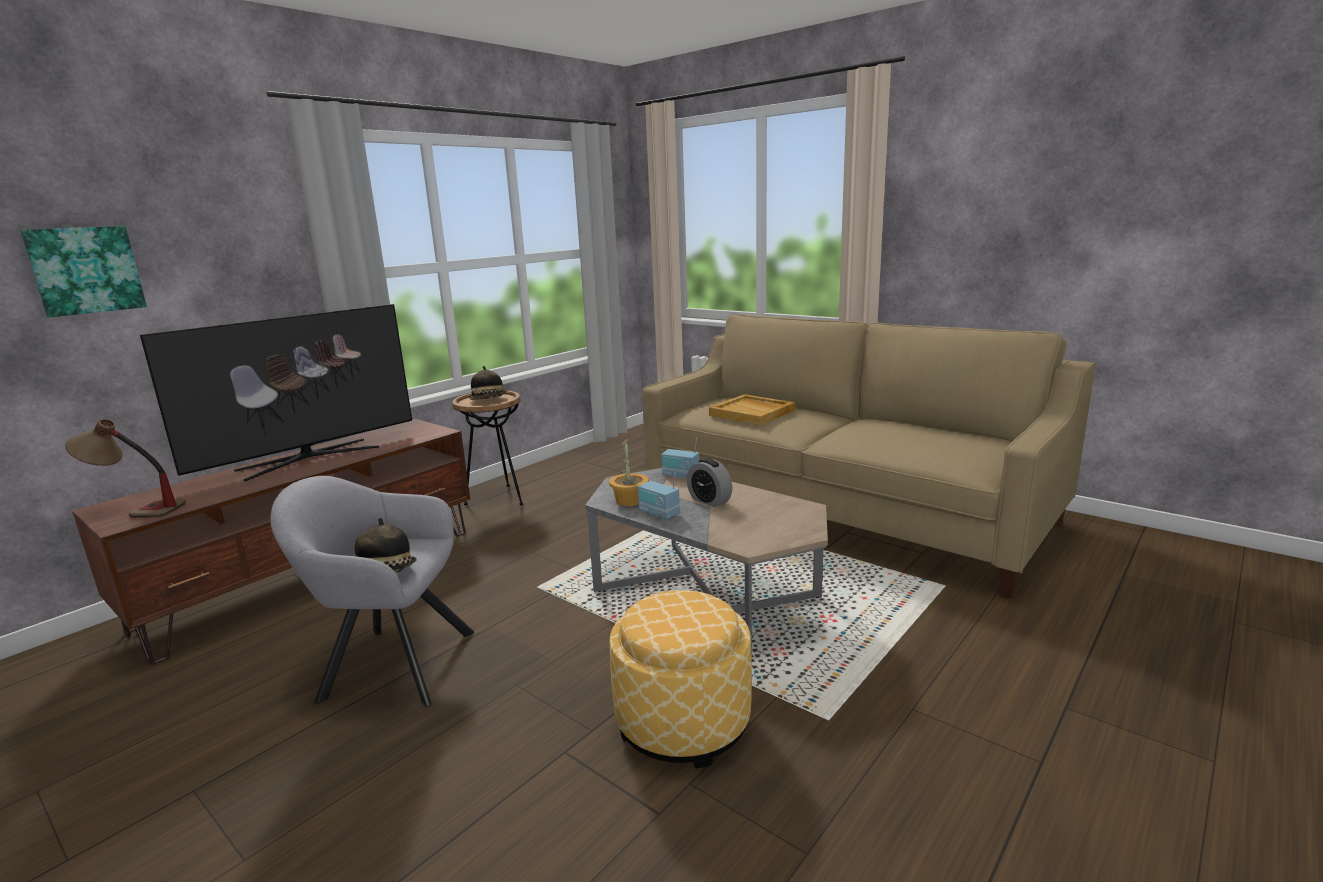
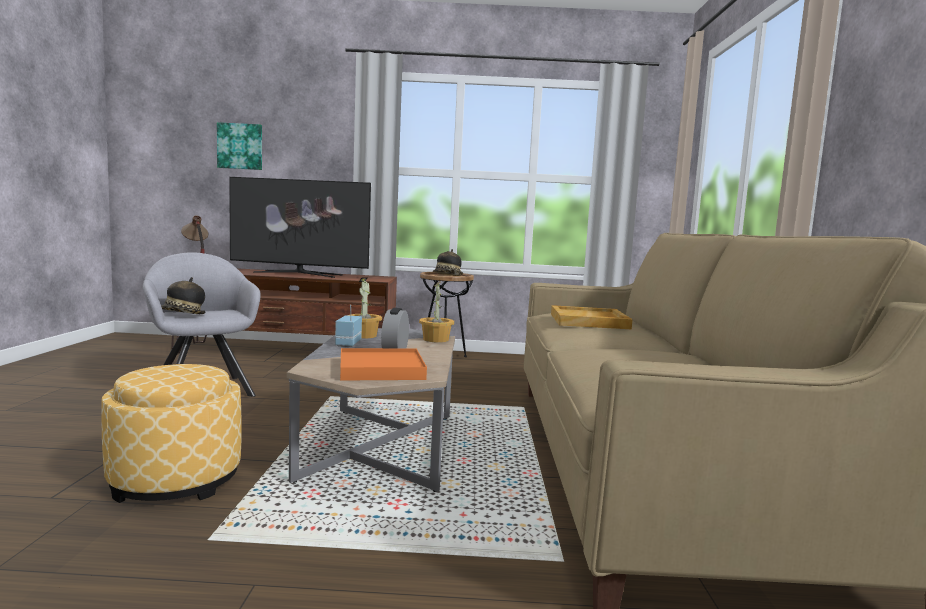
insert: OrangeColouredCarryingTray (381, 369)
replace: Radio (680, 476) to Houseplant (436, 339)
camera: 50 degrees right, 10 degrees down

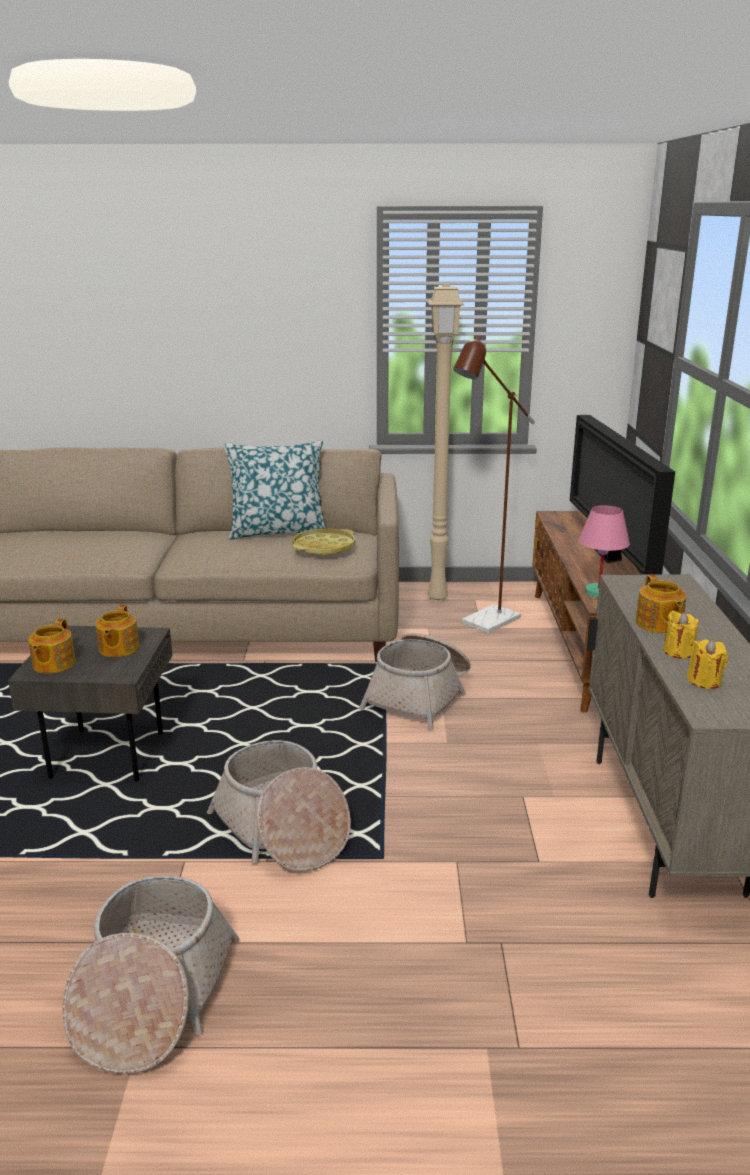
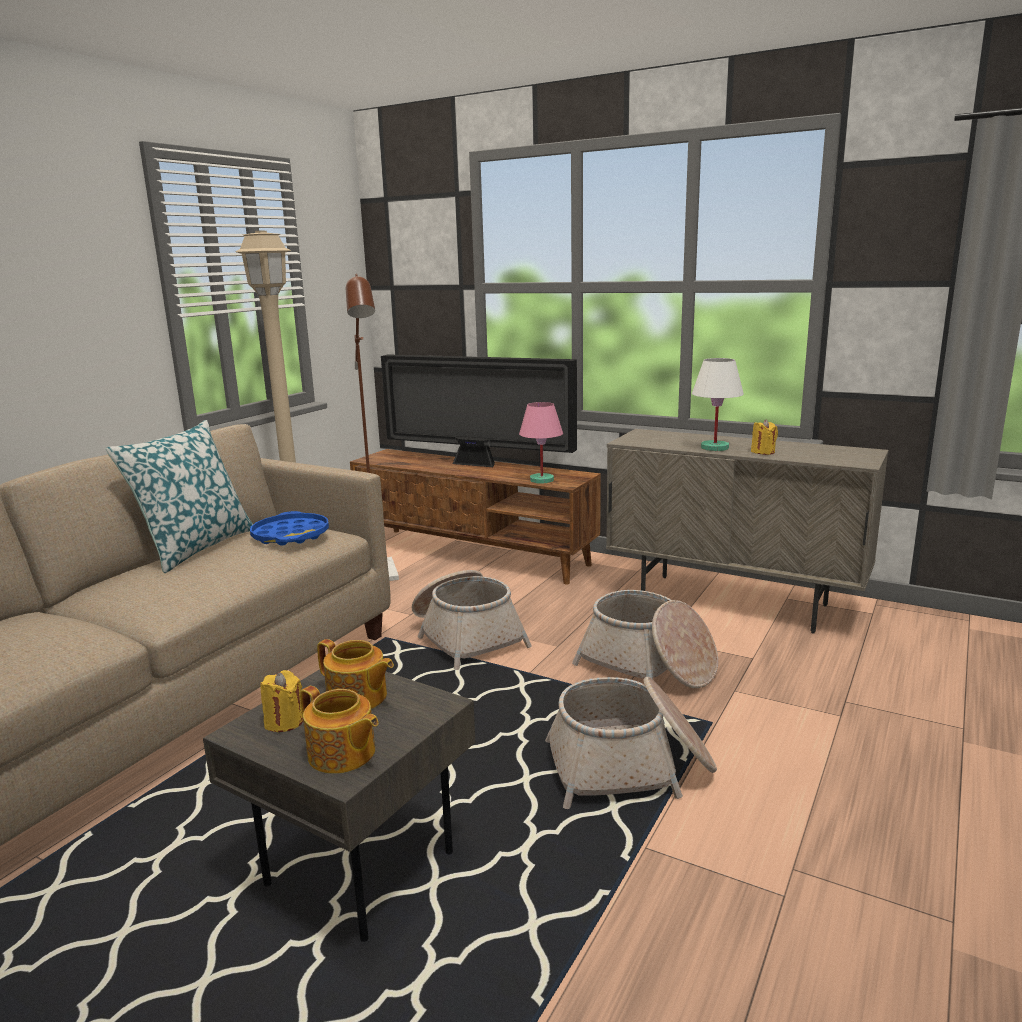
move: Basket (152, 996) to (648, 665); YellowColouredWaxLight (704, 681) to (284, 722)
replace: PotForTea (658, 624) to WhiteLampForATable (714, 448)
recolor: YellowColouredCarryingTray (324, 547) to BlueColouredCarryingTray (291, 535)
camera: 60 degrees left, 5 degrees down

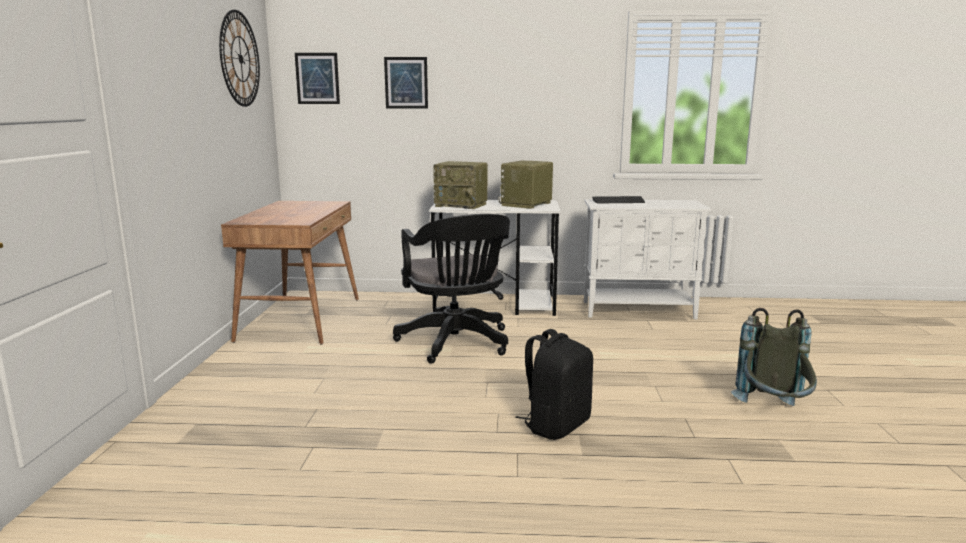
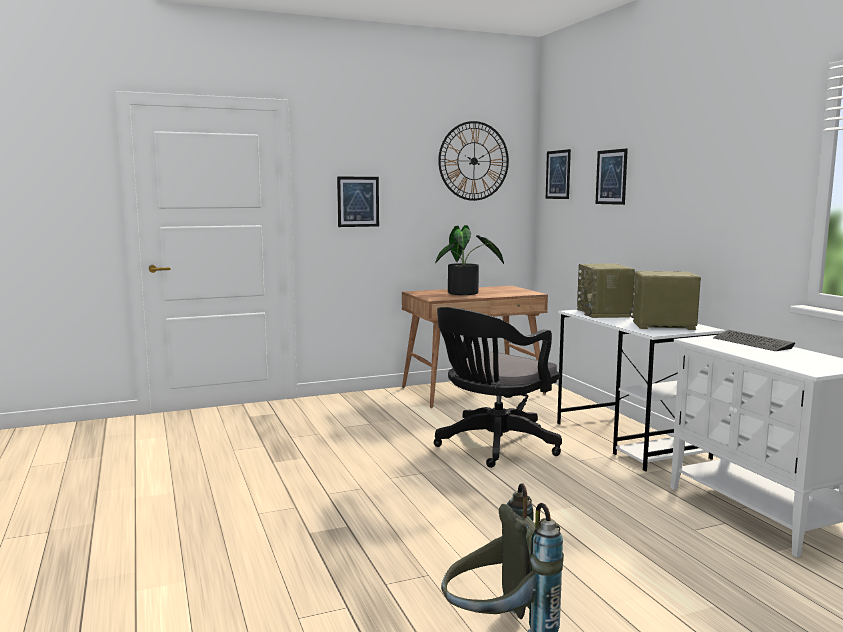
delete: BlackBackpack (556, 425)
insert: WallPicture (358, 201); Houseplant (466, 293)
camera: 65 degrees right, 5 degrees down

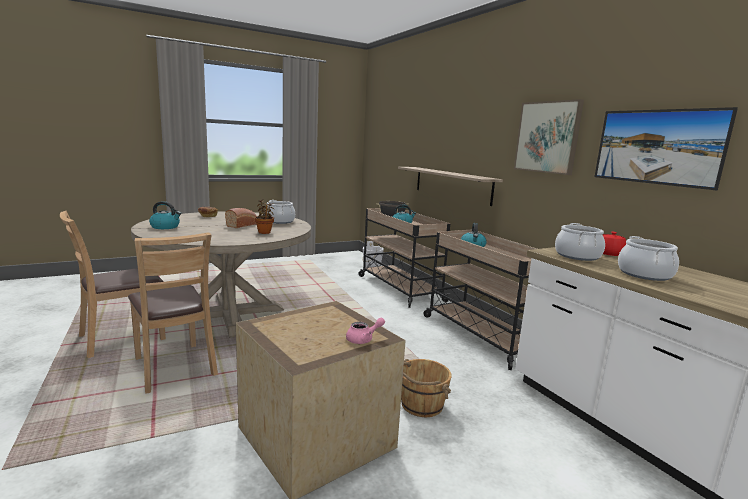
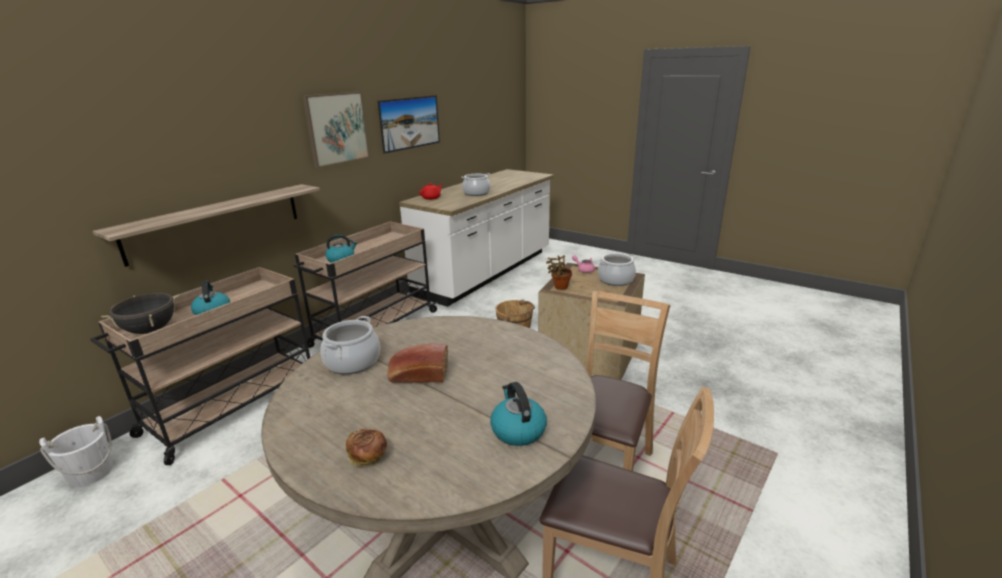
move: Houseplant (264, 232) to (559, 287); Saucepot (577, 256) to (615, 280)
camera: 115 degrees left, 10 degrees up

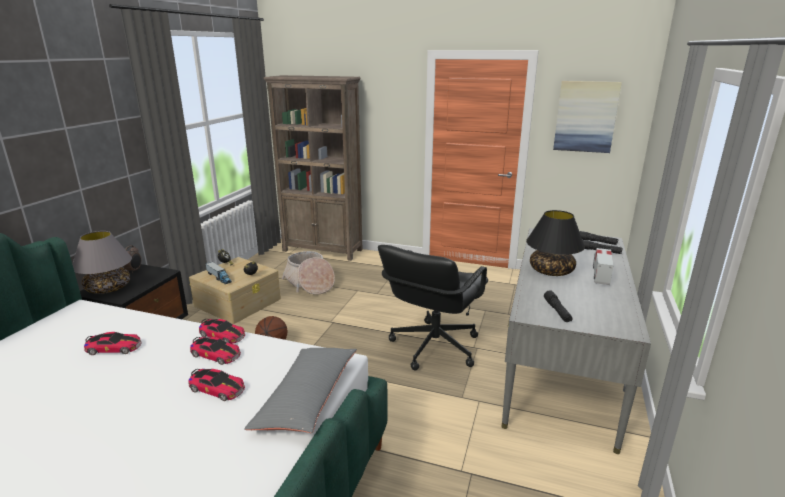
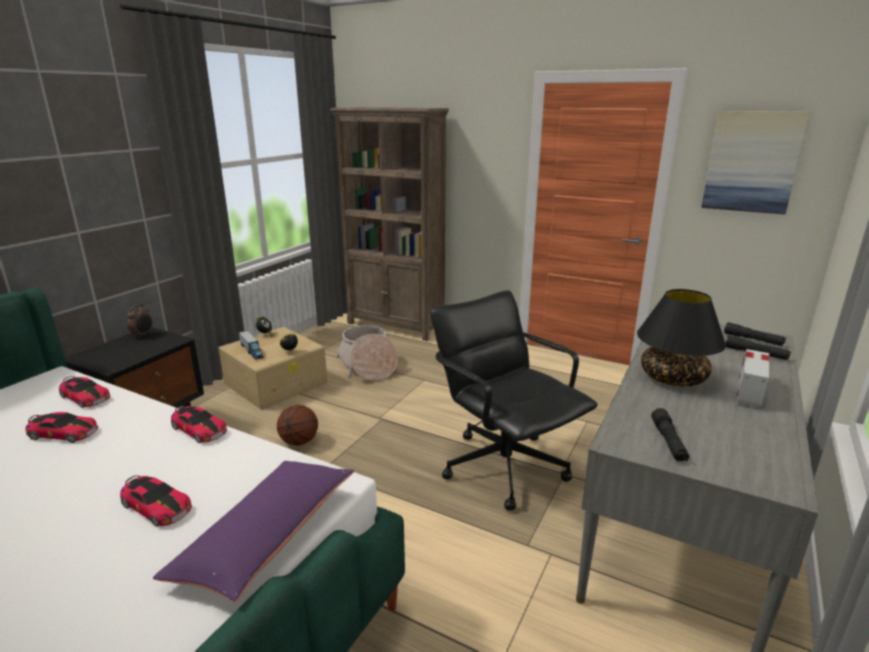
delete: GreyLampForATable (108, 288)
move: ModelCar (215, 354) to (85, 397)
recolor: GreyThrowPillow (307, 398) to PurplishThrowPillow (267, 536)
rotate: BlackComputerChair (433, 346) = (504, 466) 105 degrees clockwise
camera: 10 degrees right, 0 degrees up

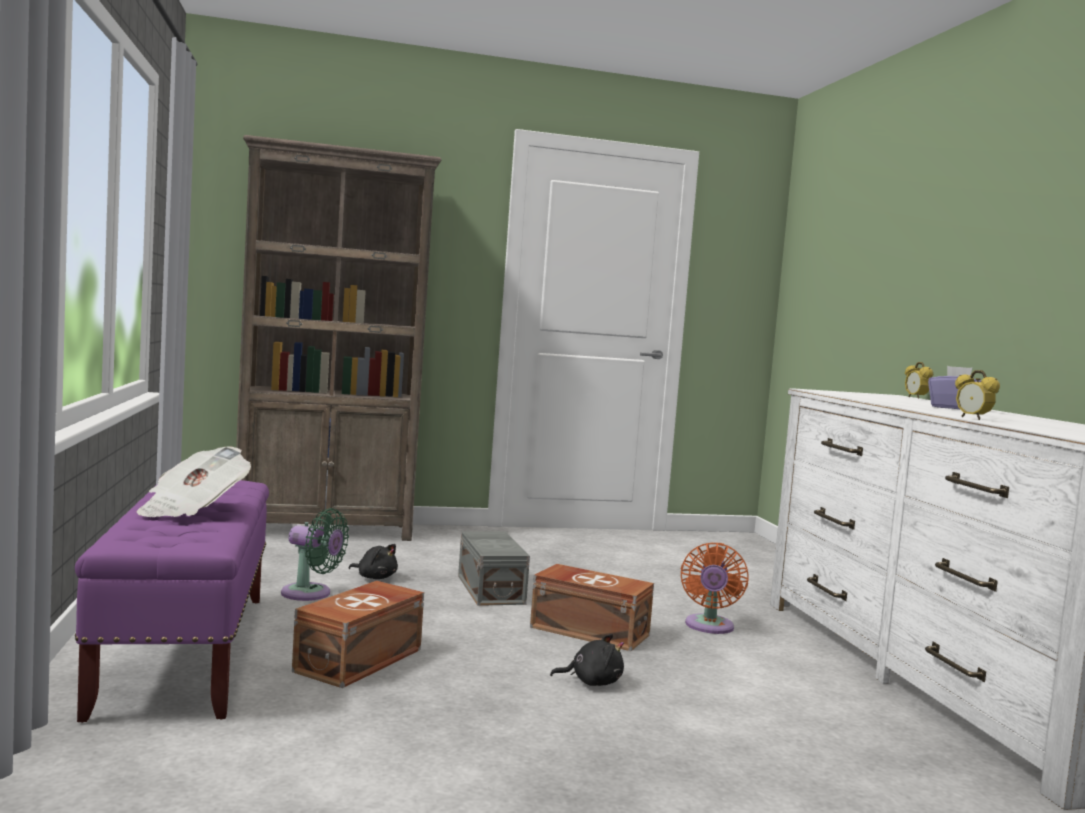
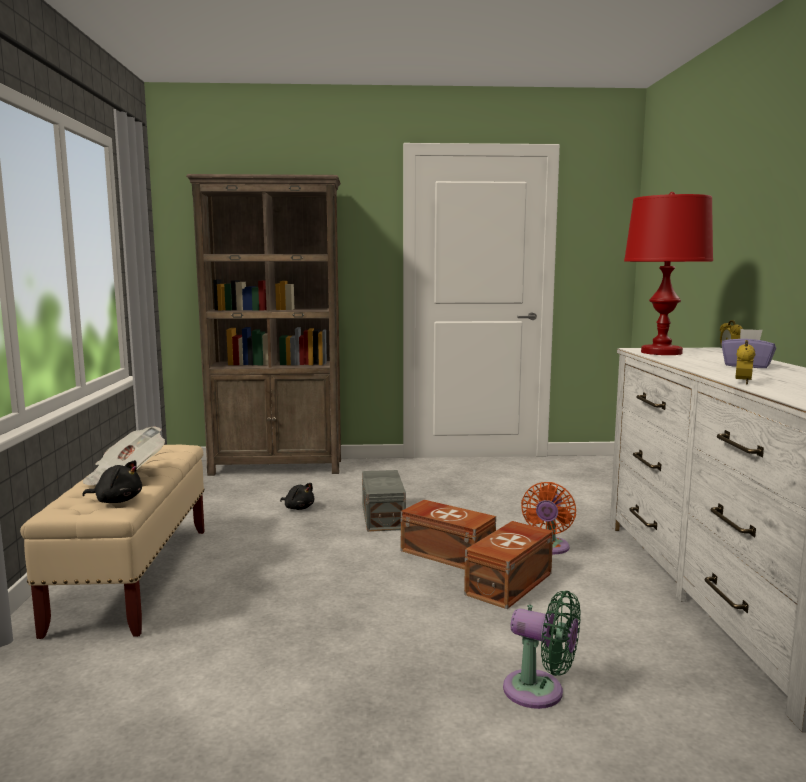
insert: RedColouredLampForATable (661, 352)
move: GreenishElectricFan (311, 594) to (539, 692); BrownColouredStorageContainer (361, 660) to (511, 583); BlackSoftToy (592, 682) to (117, 501)
recolor: PurplishLongSeat (185, 651) to BeigeLongSeat (134, 577)
rotate: TableClock (973, 418) = (743, 383) 135 degrees counterclockwise
camera: 10 degrees right, 5 degrees up

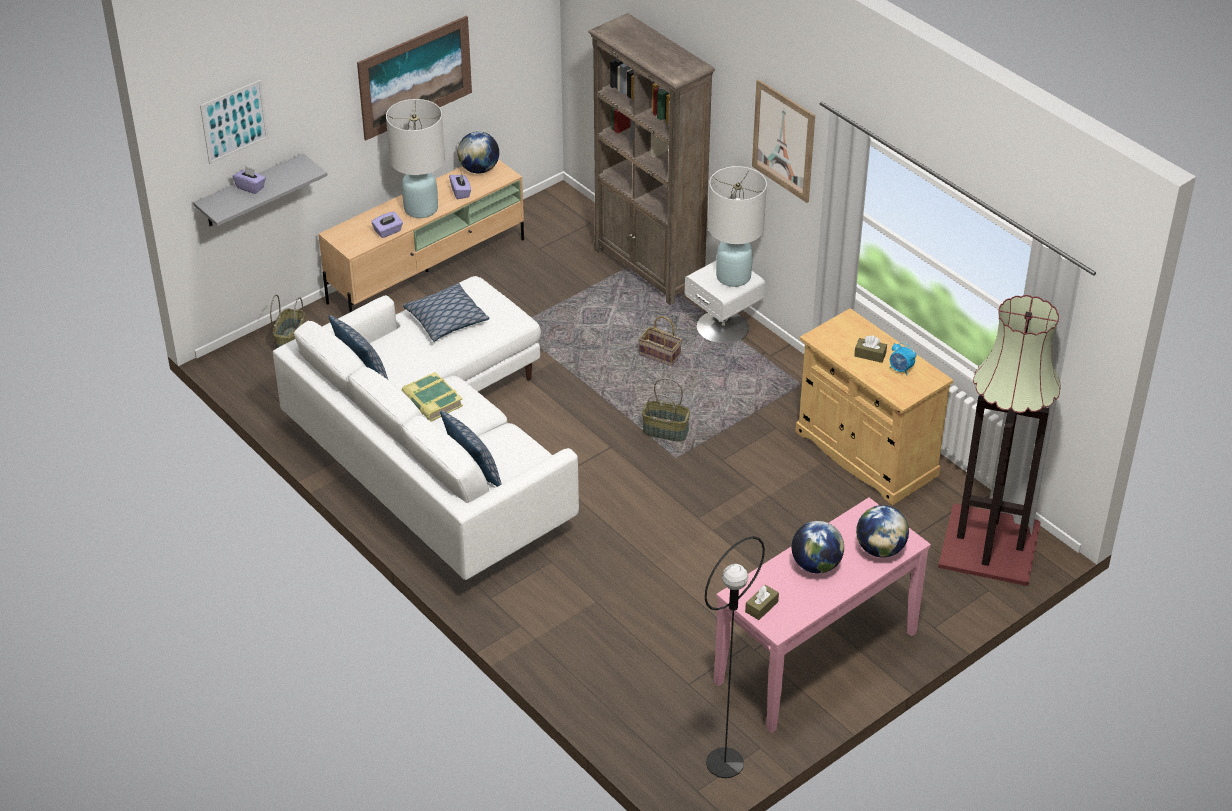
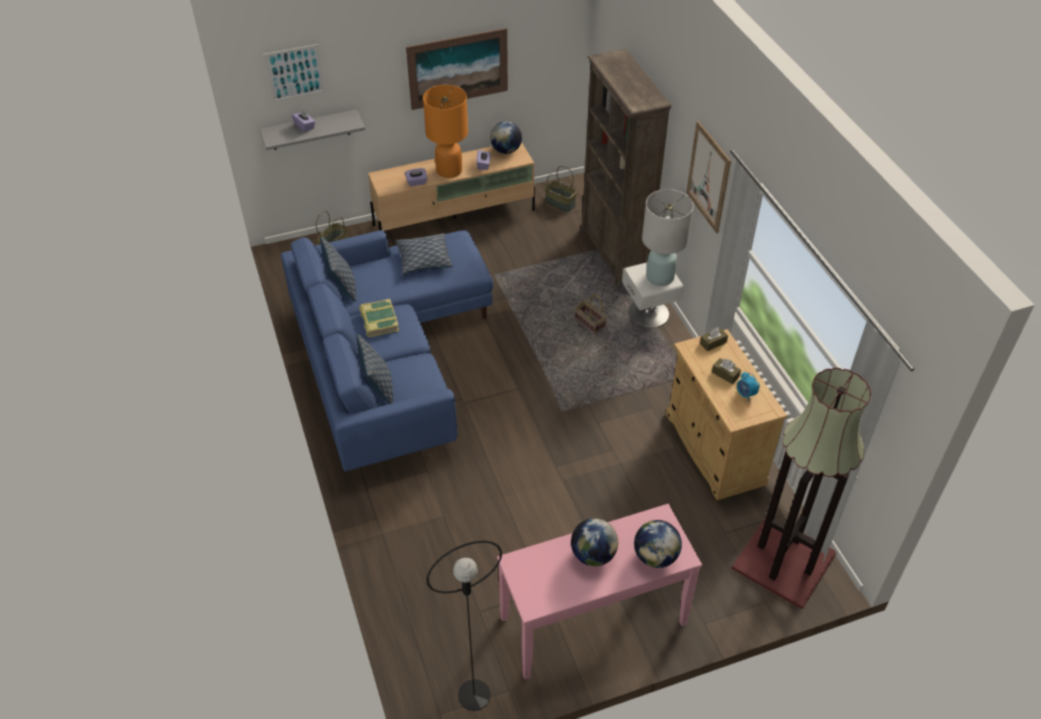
move: Basket (666, 431) to (560, 203); BrownColouredTissueBox (761, 607) to (713, 343)
recolor: WhiteSofa (437, 457) to BlueColouredSofa (388, 362); WhiteLampForATable (421, 209) to OrangeColouredLampForATable (449, 171)
camera: 20 degrees right, 5 degrees up

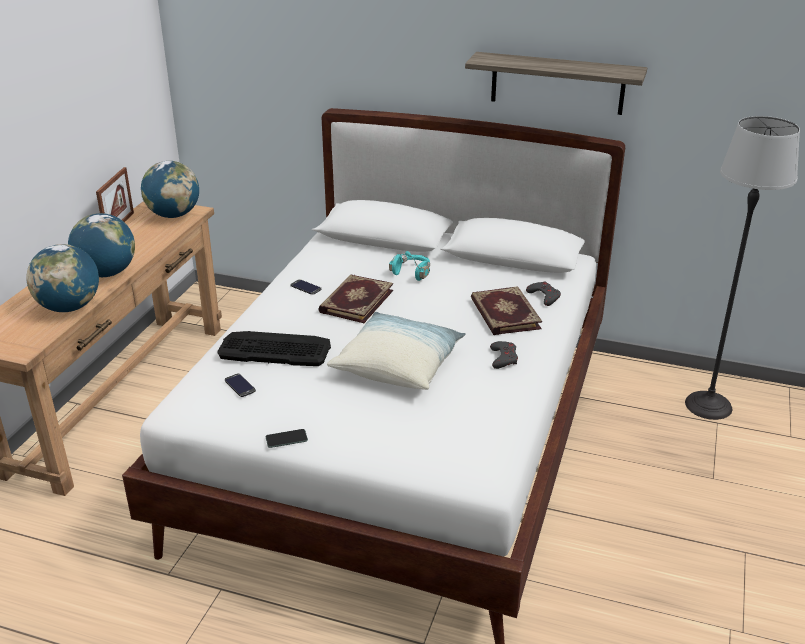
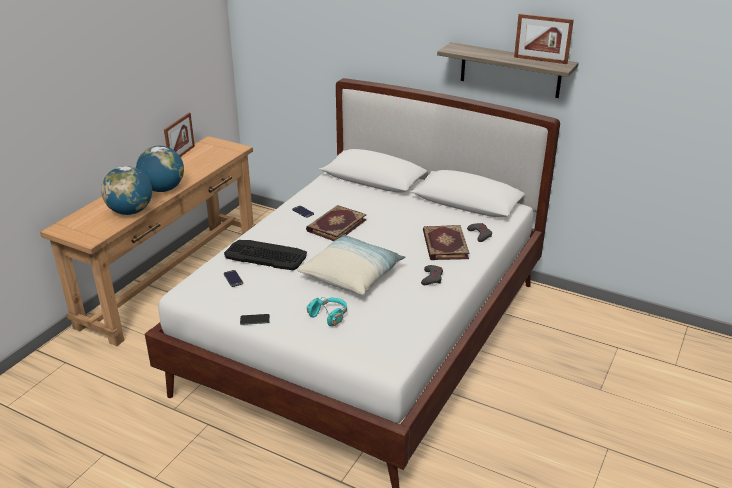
delete: DeskGlobe (174, 215); StandardLamp (708, 405)
insert: PictureFrame (540, 60)
move: TurquoisePairOfHeadphones (412, 273) to (329, 316)
camera: 10 degrees right, 0 degrees up

